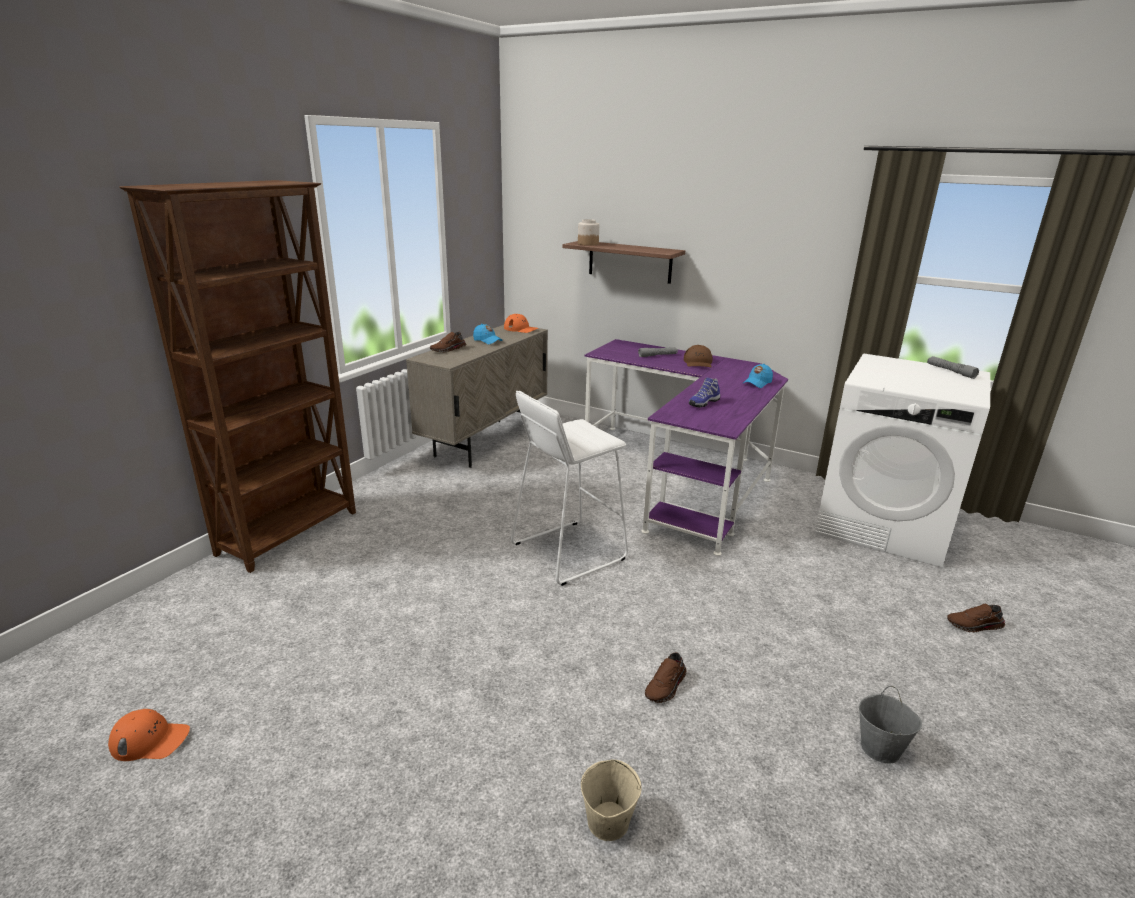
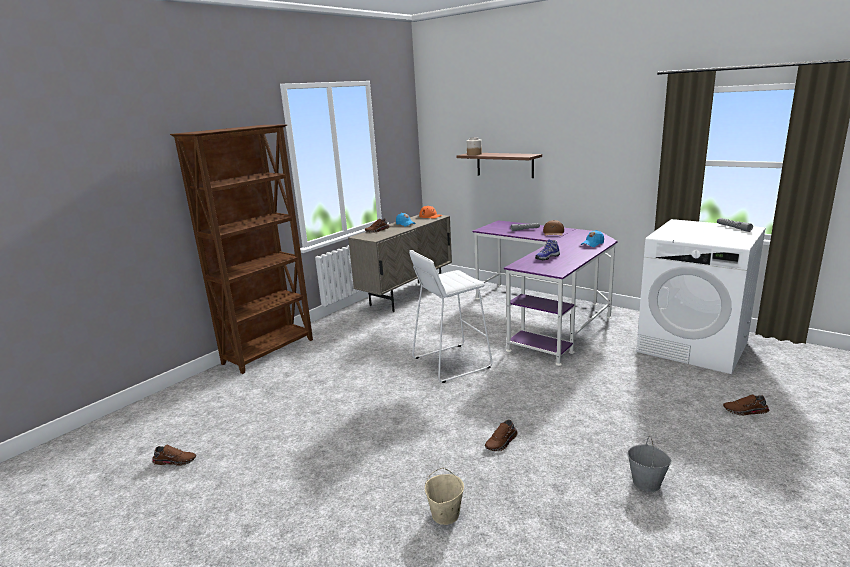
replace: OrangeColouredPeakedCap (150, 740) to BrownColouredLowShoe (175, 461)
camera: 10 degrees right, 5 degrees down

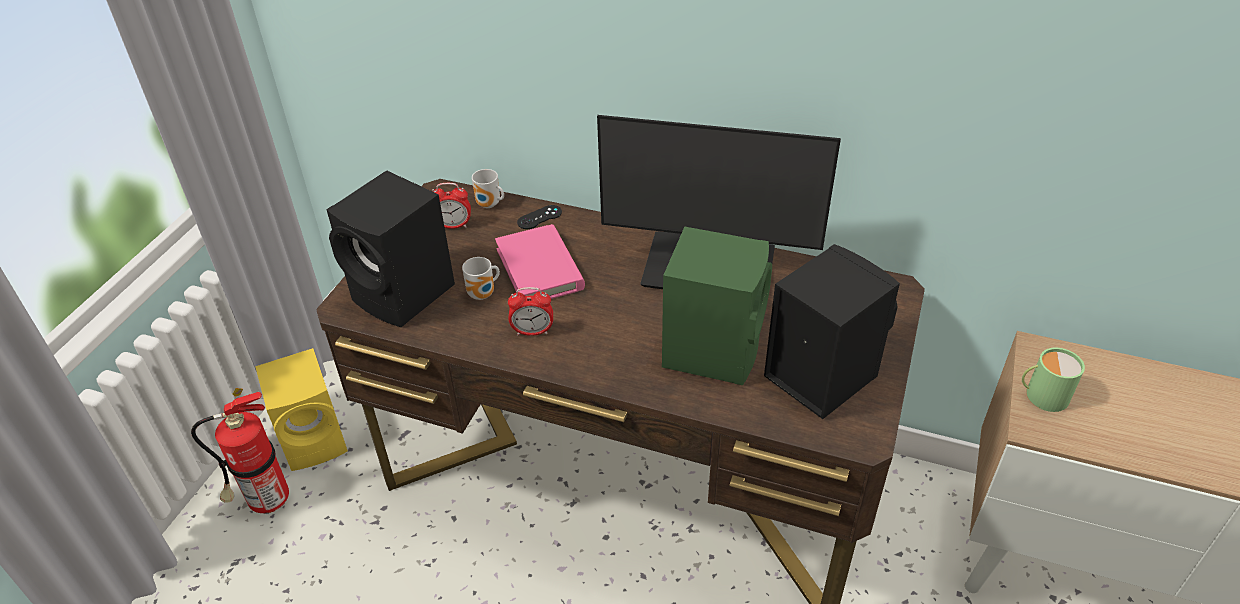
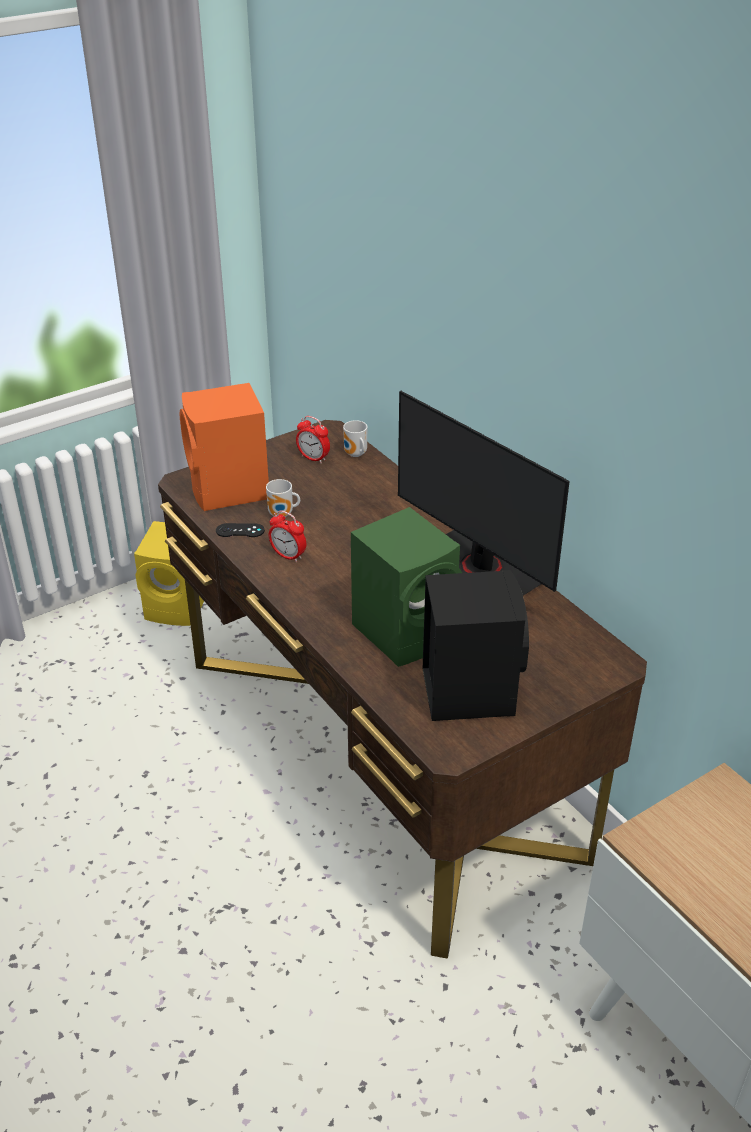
delete: FireExtinguisher (265, 502); PinkishBook (540, 269); GreenishTeaMug (1042, 395)
move: BlackGameController (539, 217) to (240, 530)
recolor: BlackAudioSpeaker (405, 295) to OrangeColouredAudioSpeaker (229, 491)
camera: 35 degrees right, 5 degrees down

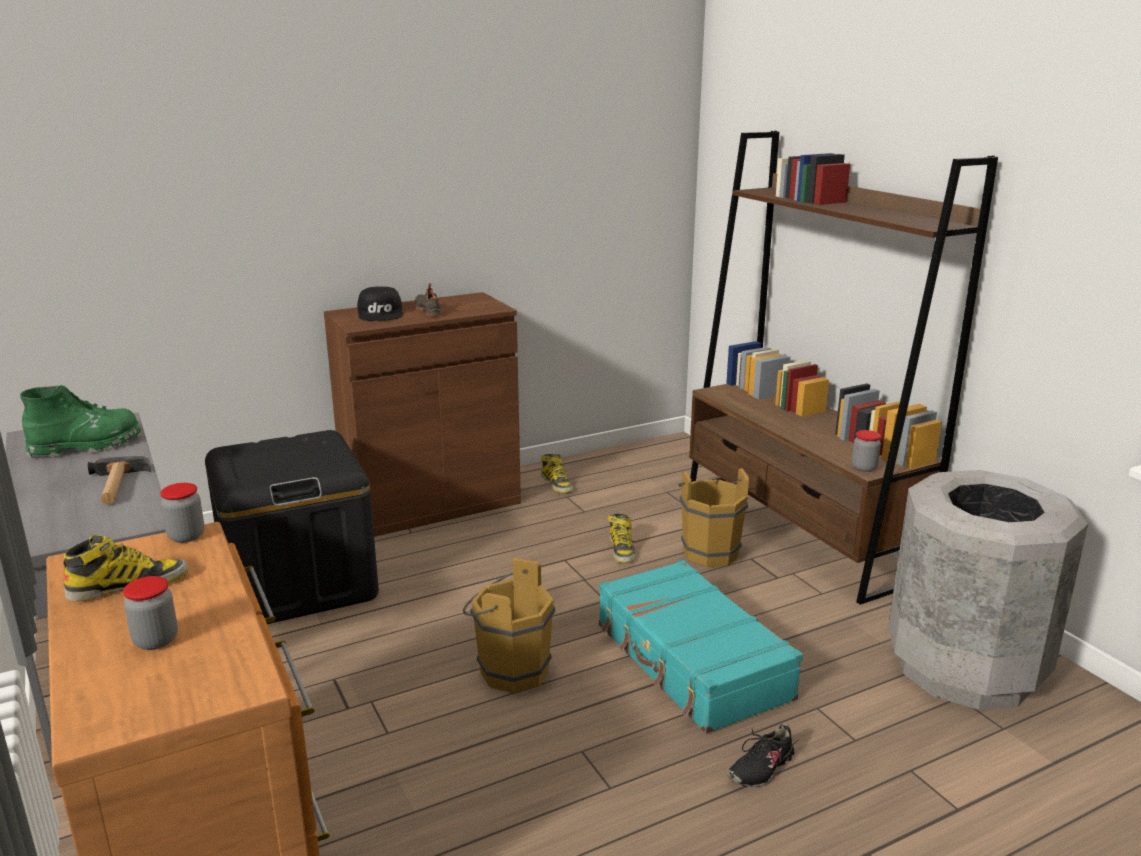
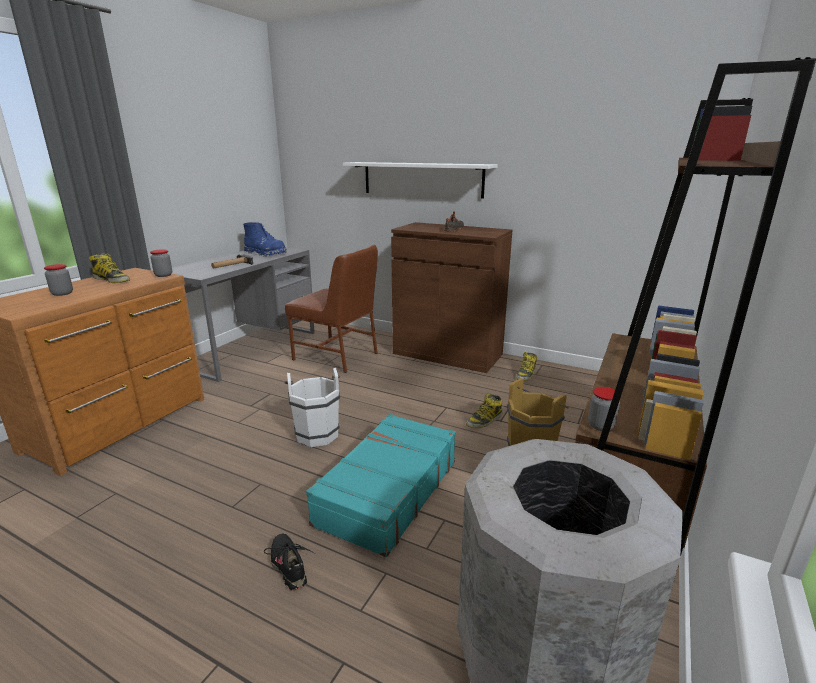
delete: BlackPeakedCap (381, 313)
insert: WhiteShelf (422, 179)
replace: BlackStorageContainer (298, 582) to BrownColouredChair (337, 356)
recolor: GreenishHighTopBoot (86, 446) to BlueColouredHighTopBoot (265, 253); BrownColouredPail (509, 670) to WhitePail (317, 433)
rotate: BlackLowShoe (760, 768) = (289, 566) 45 degrees clockwise
camera: 55 degrees right, 0 degrees up

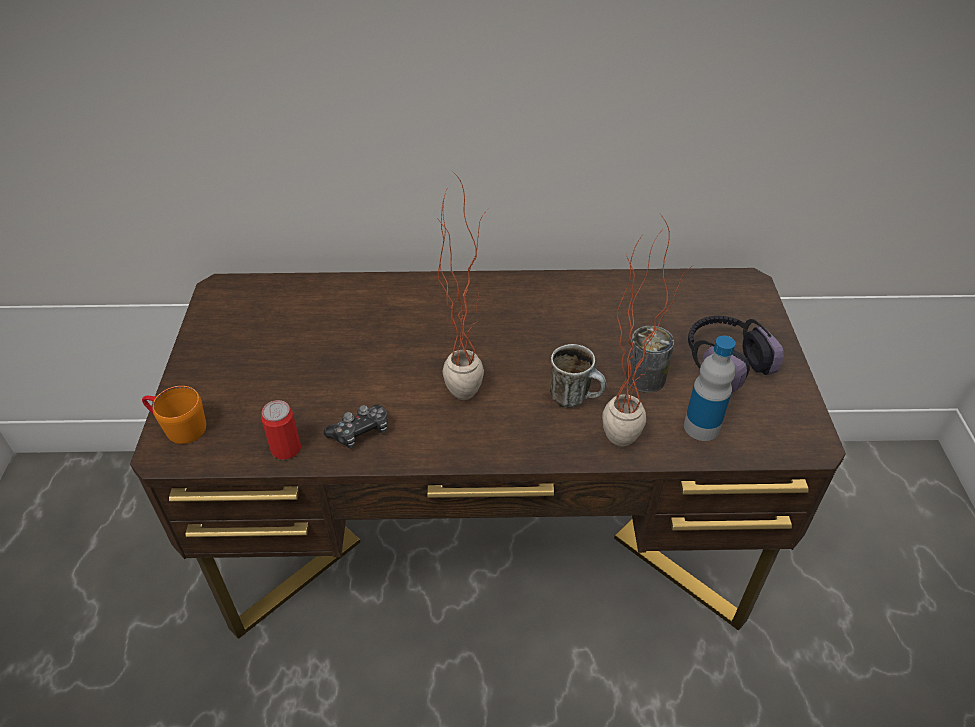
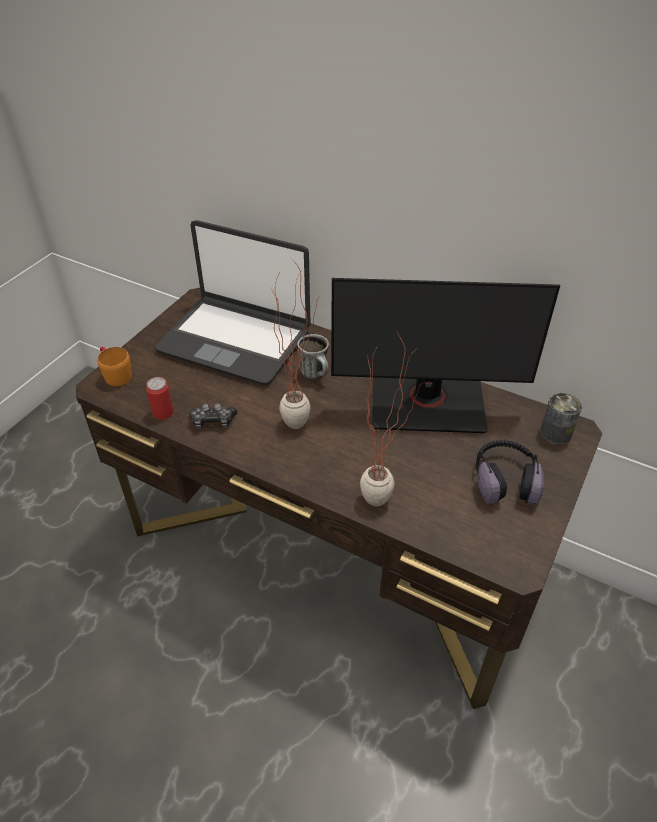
delete: DrinkBottle (701, 427)
insert: PortableComputer (235, 340); ComputerDisplay (427, 404)
move: TeaMug (576, 398) to (317, 374); Can (645, 378) to (555, 433)
camera: 30 degrees right, 0 degrees up

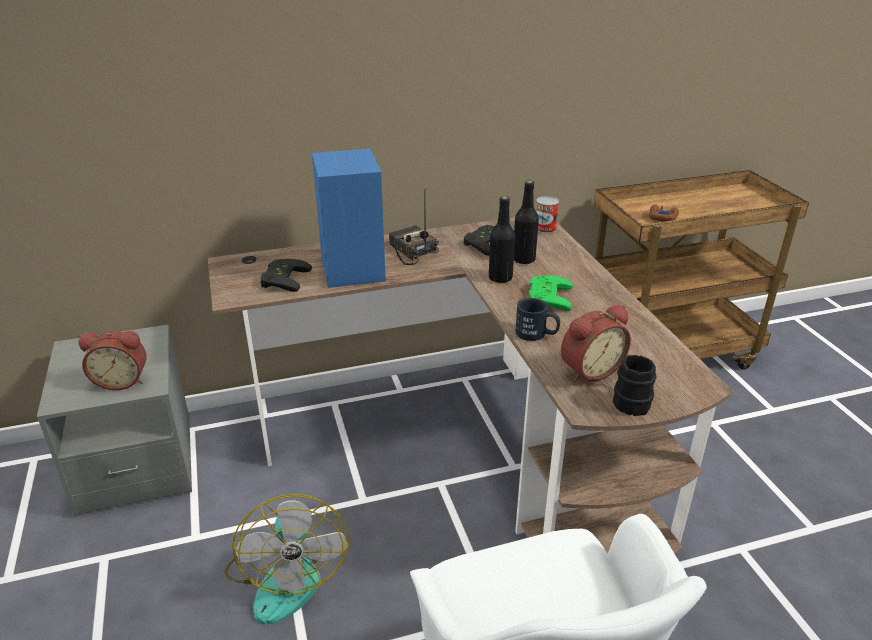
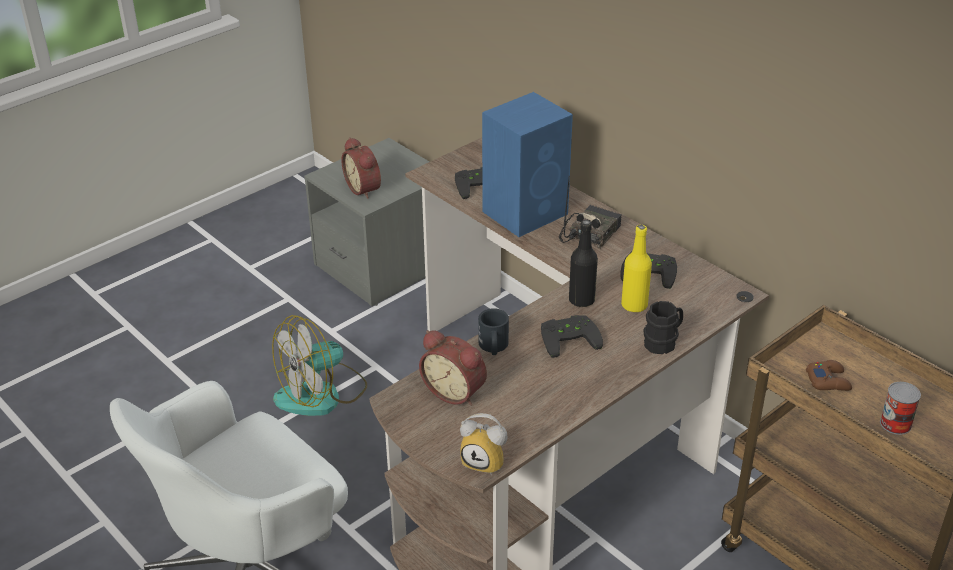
insert: TableClock (486, 461)
move: Can (545, 228) to (895, 423); BlackTeaMug (629, 400) to (663, 342)
recolor: BlackDrinkBottle (523, 259) to YellowColouredDrinkBottle (634, 305); GreenishGameController (546, 296) to BlackGameController (568, 337)
camera: 65 degrees right, 5 degrees up

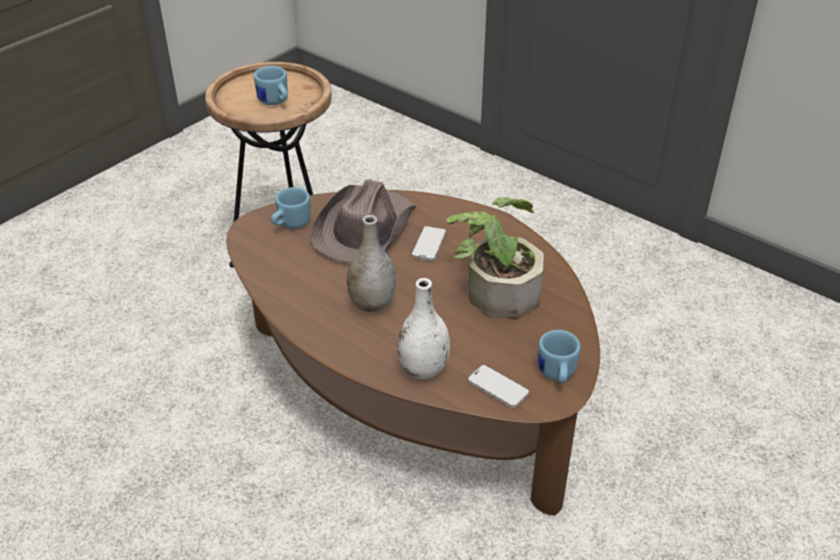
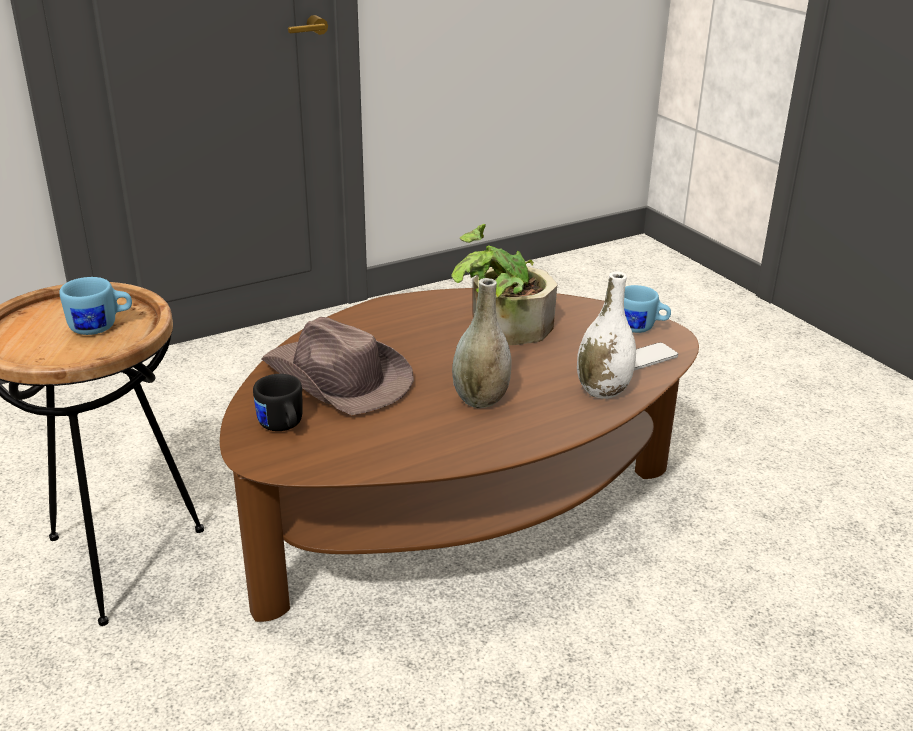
delete: Telephone (428, 245)
recolor: BlueColouredTeaMug (290, 224) to BlackTeaMug (282, 427)
camera: 70 degrees left, 10 degrees down

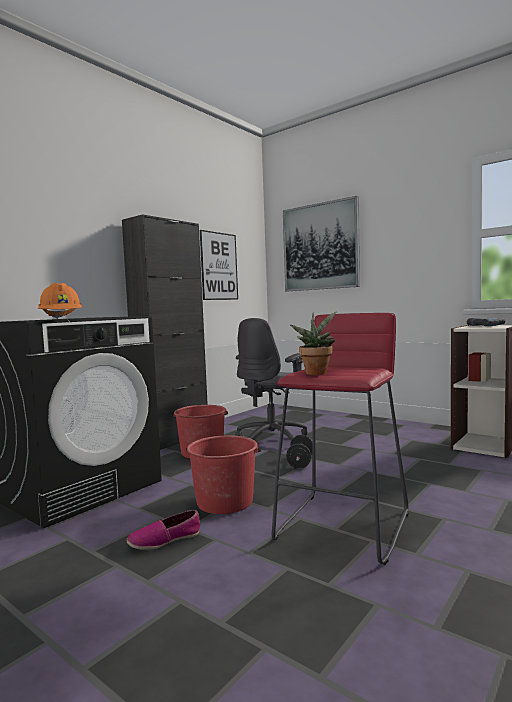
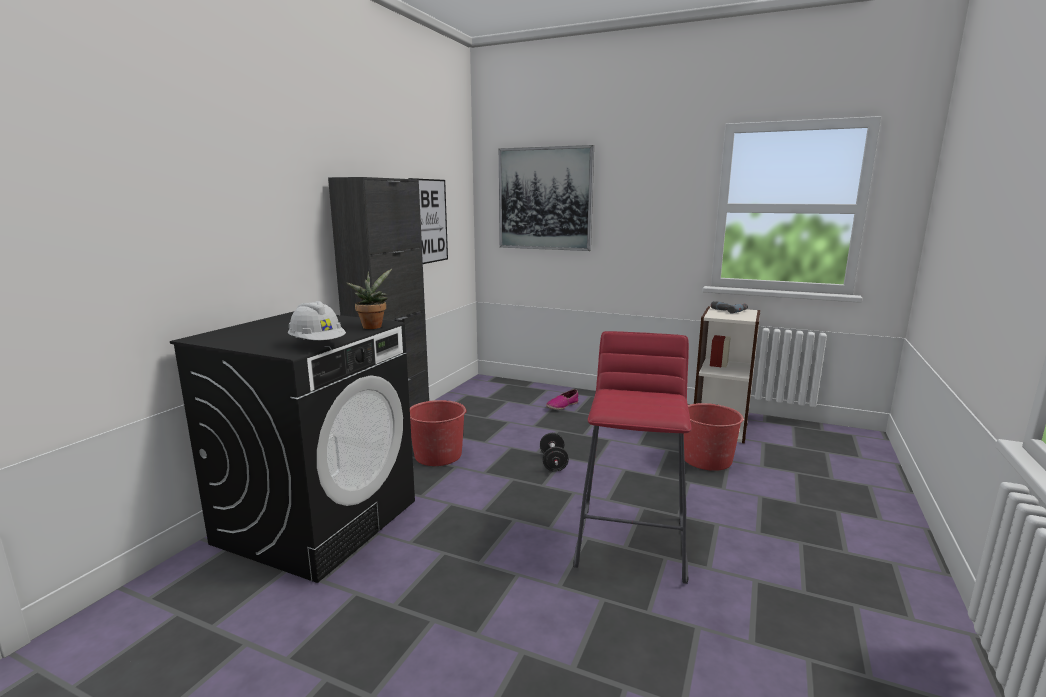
delete: GreyComputerChair (273, 439)
move: LowShoe (165, 540) to (562, 406); RedColouredPail (224, 501) to (706, 459); Houseplant (316, 373) to (373, 326)
recolor: OrangeColouredHardHat (61, 319) to WhiteHardHat (318, 344)
camera: 15 degrees left, 10 degrees up

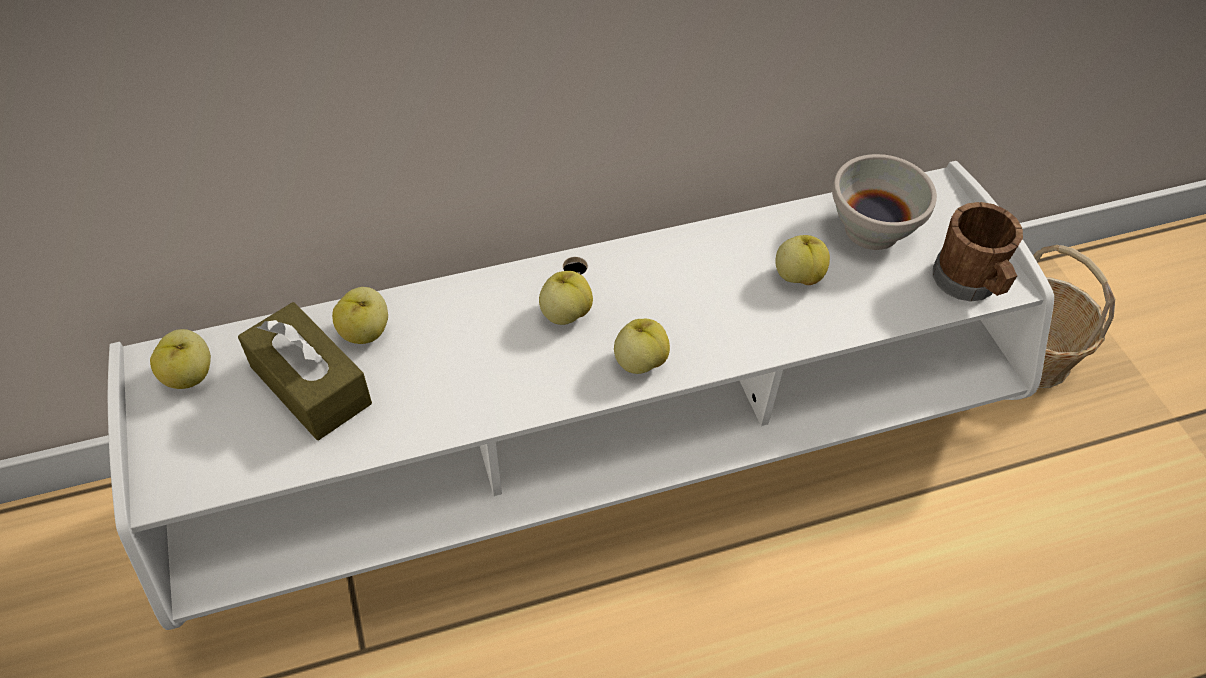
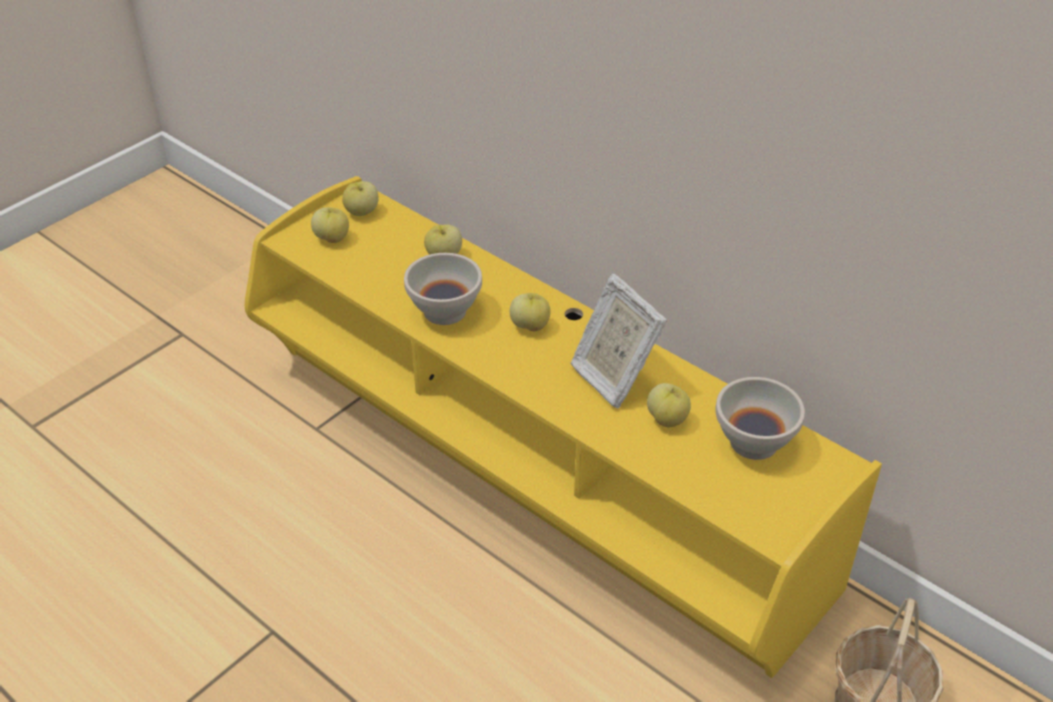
delete: BrownColouredTissueBox (310, 385); BrownColouredTeaMug (968, 284)
insert: WhiteDeepDish (445, 312); PictureFrame (612, 376)
move: Apple (639, 361) to (332, 238)
recolor: WhiteTvUnit (600, 464) to YellowColouredTvUnit (527, 473)
camera: 60 degrees right, 10 degrees down

